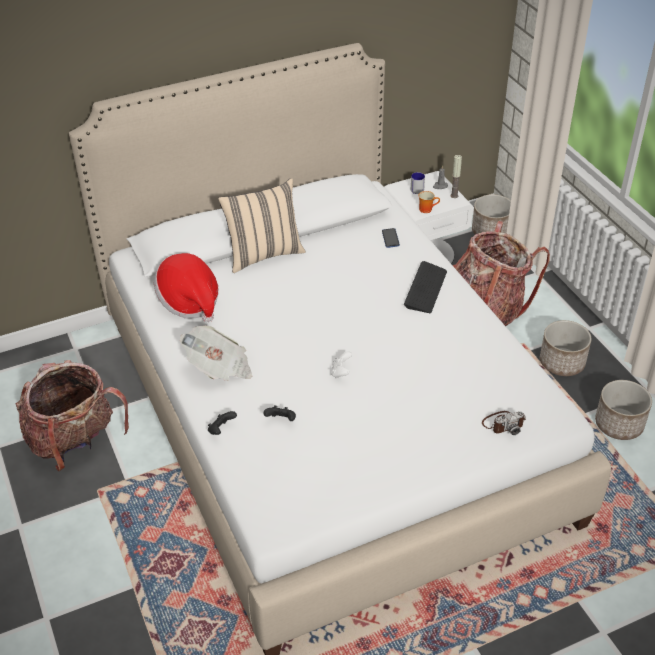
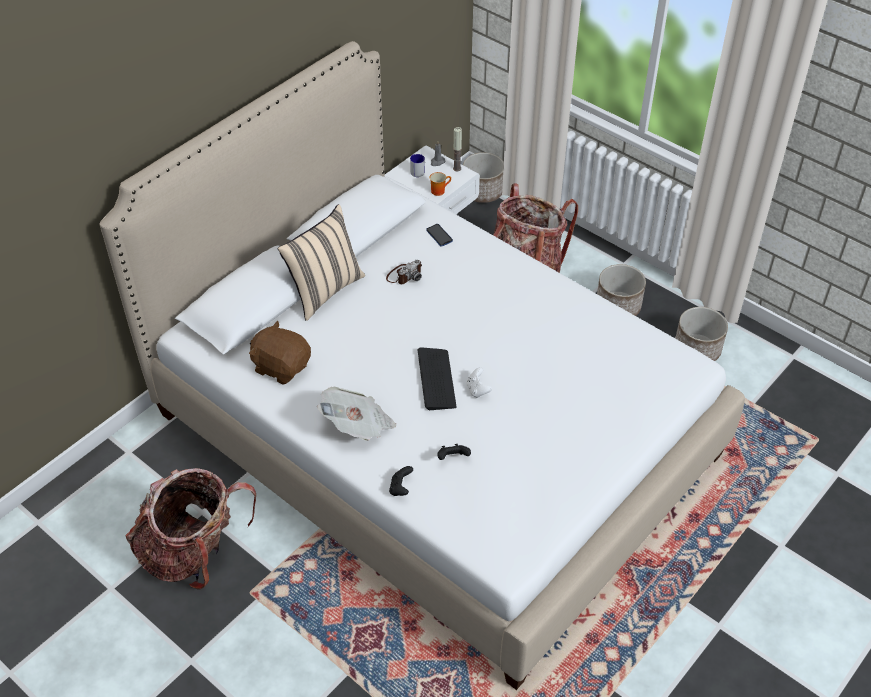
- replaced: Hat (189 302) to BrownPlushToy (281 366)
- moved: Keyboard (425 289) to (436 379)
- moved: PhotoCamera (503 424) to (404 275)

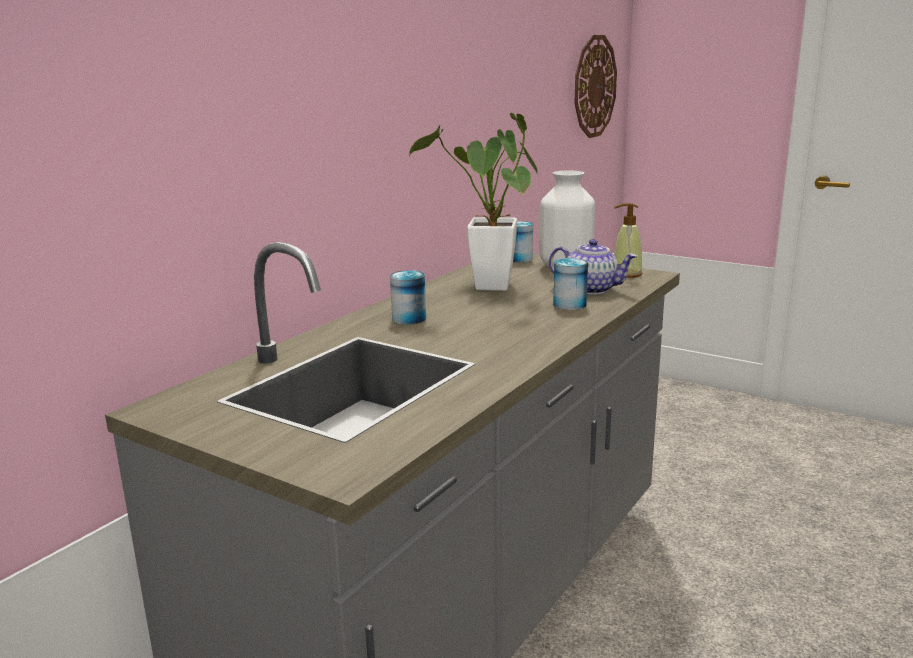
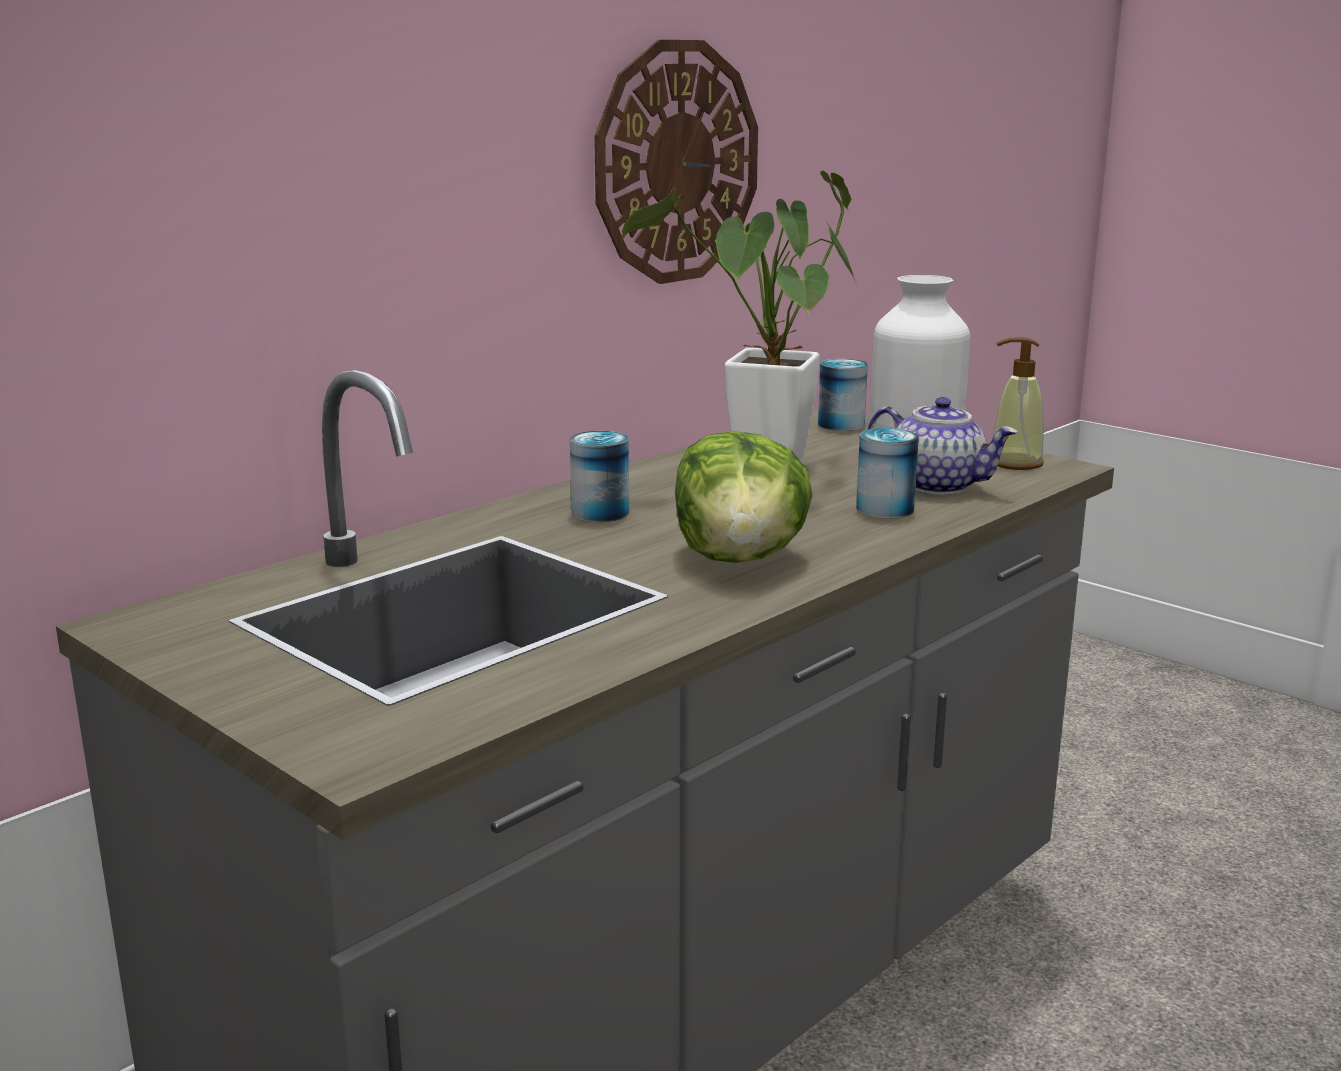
- moved: WallClock (594 86) to (676 163)
- added: Lettuce (741 559)

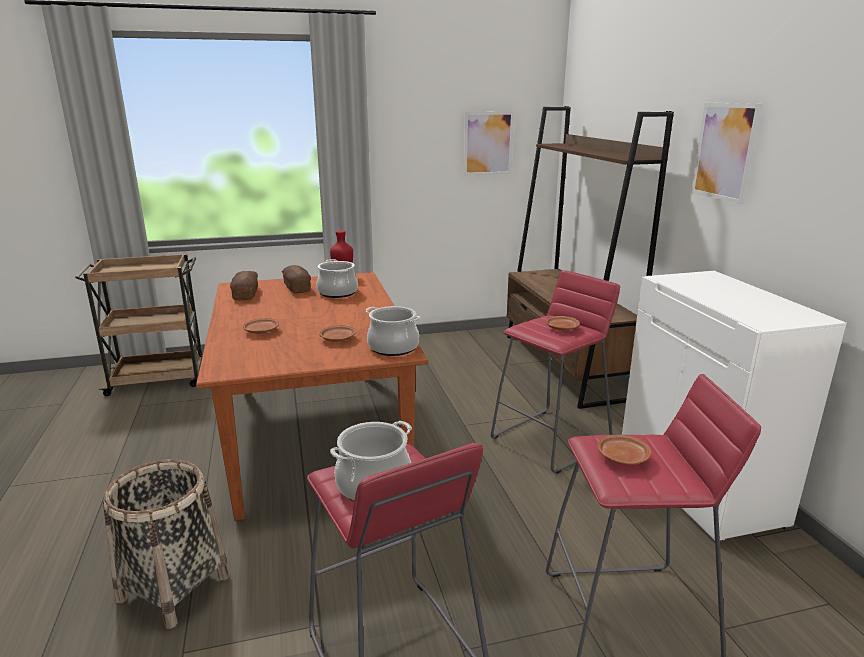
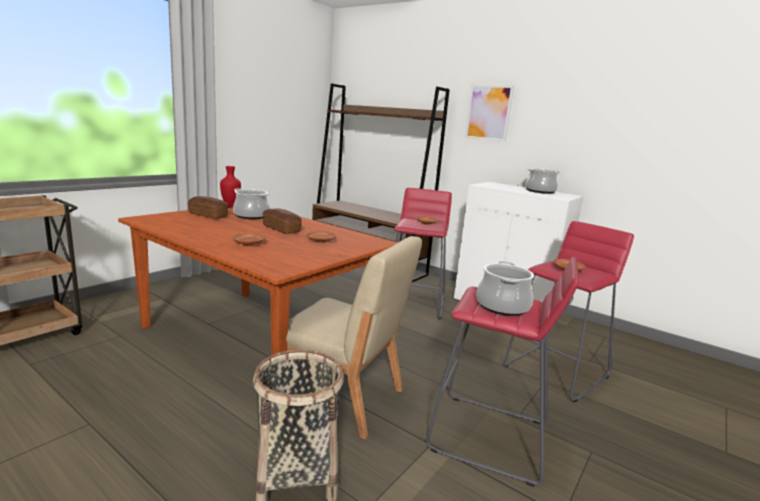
- removed: Picture (488 143)
- moved: Bread (246 294) to (281 229)
- moved: CookingPot (393 347) to (540 191)
- added: BeigeChair (341 397)

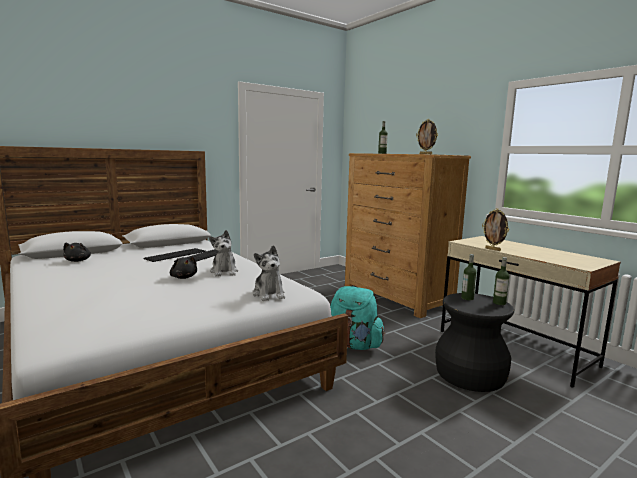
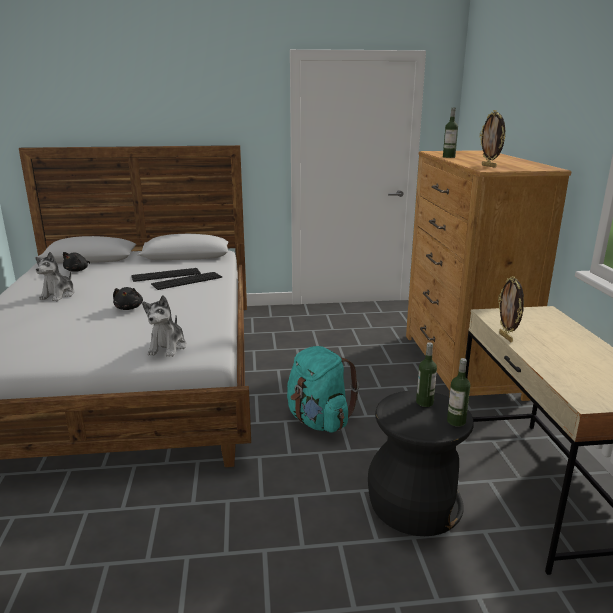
- moved: PlushToy (224 272) to (58 295)

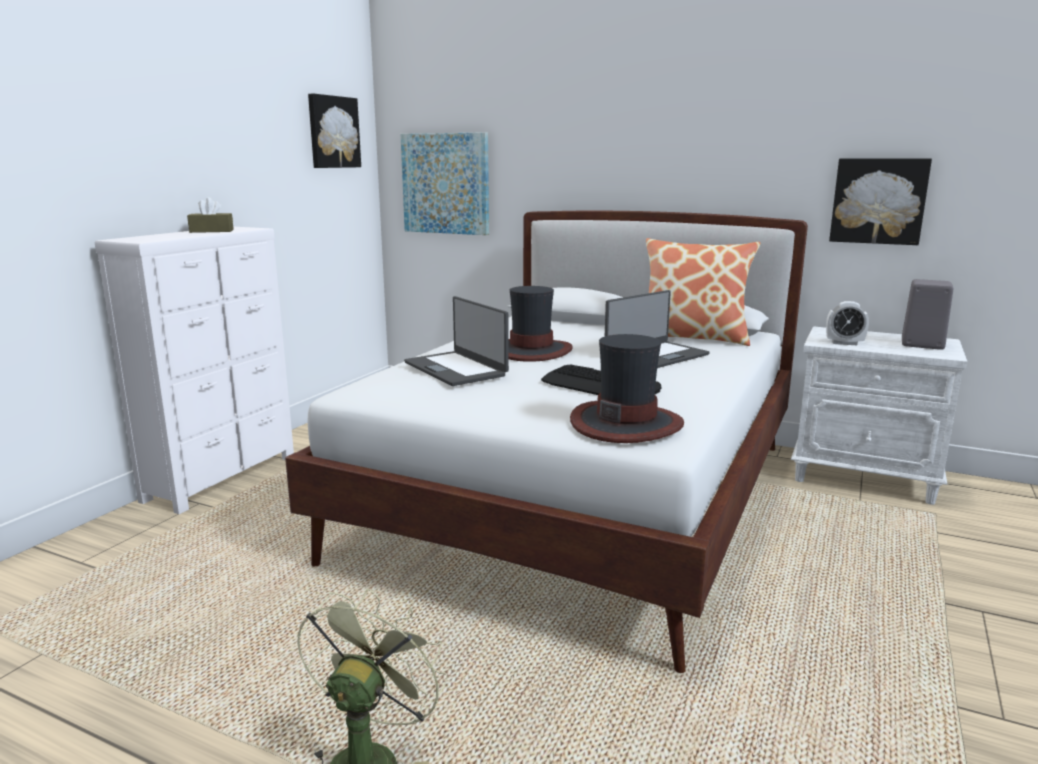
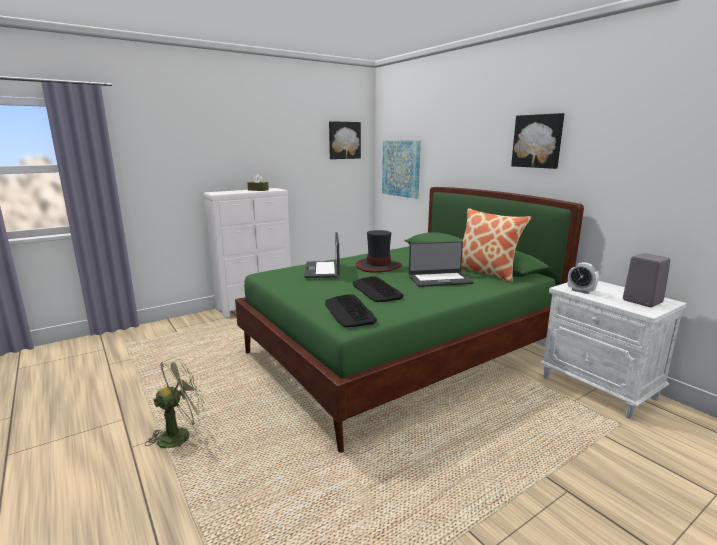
- moved: Picture (878 201) to (538 141)
- recoloured: WhiteBed (582 498) to GreenBed (399 354)
- replaced: Hat (626 423) to Keyboard (349 311)

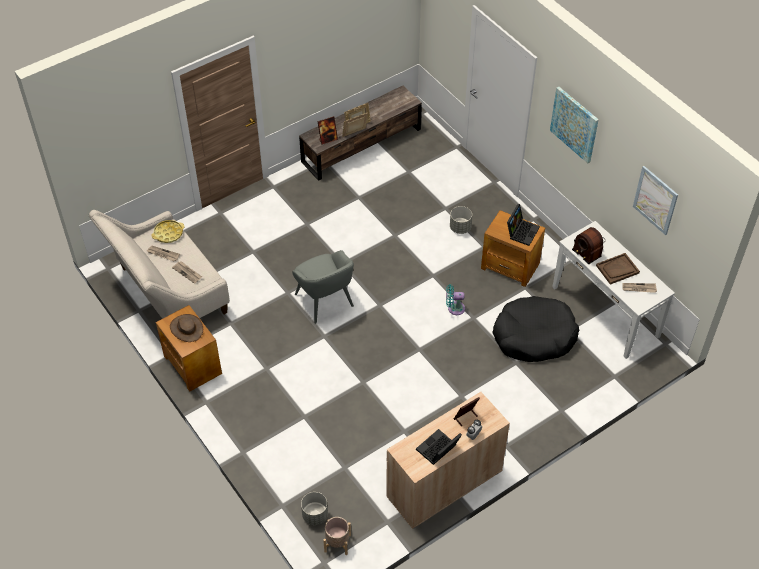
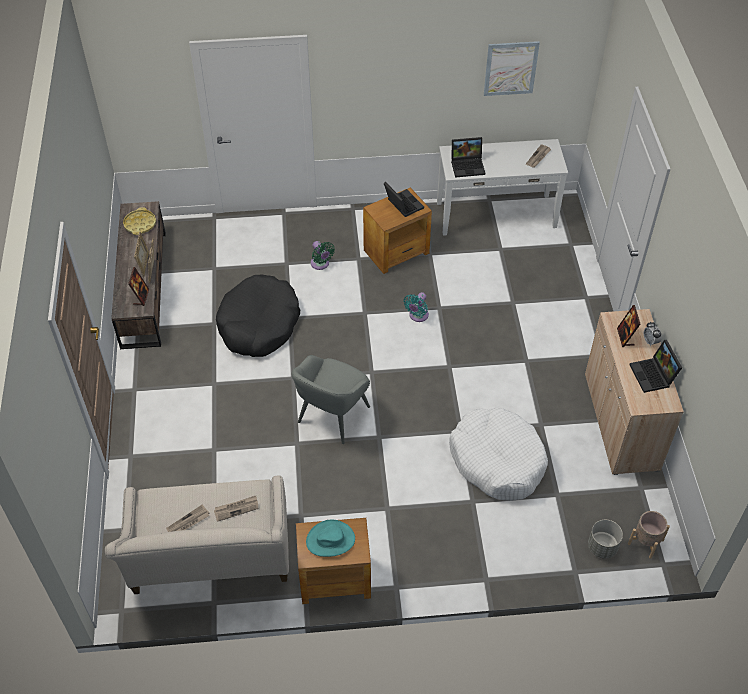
- removed: Picture (574 124)
- replaced: GreyPlanter (460 228) to GreenFan (321 264)
- moved: YellowTray (168 233) to (140 224)
- replaced: Radio (588 248) to Laptop (468 165)
- turned: GreyArmchair (324 301) = (332 415) 120 degrees clockwise
- removed: BrownTray (617 269)
- moved: BlackDogBed (534 336) to (259 324)
- recoloured: BrownHat (186 328) to TurquoiseHat (330 540)
- added: WhiteDogBed (497 460)

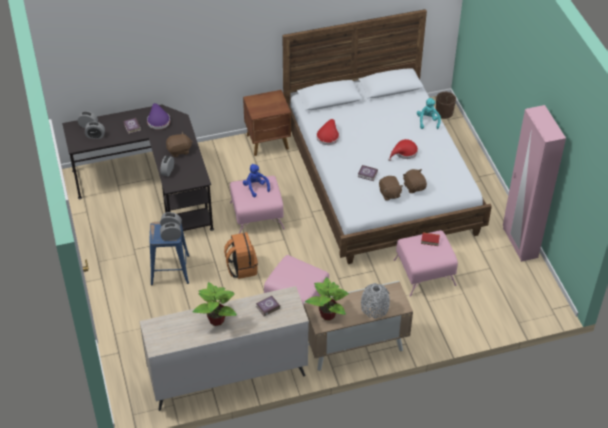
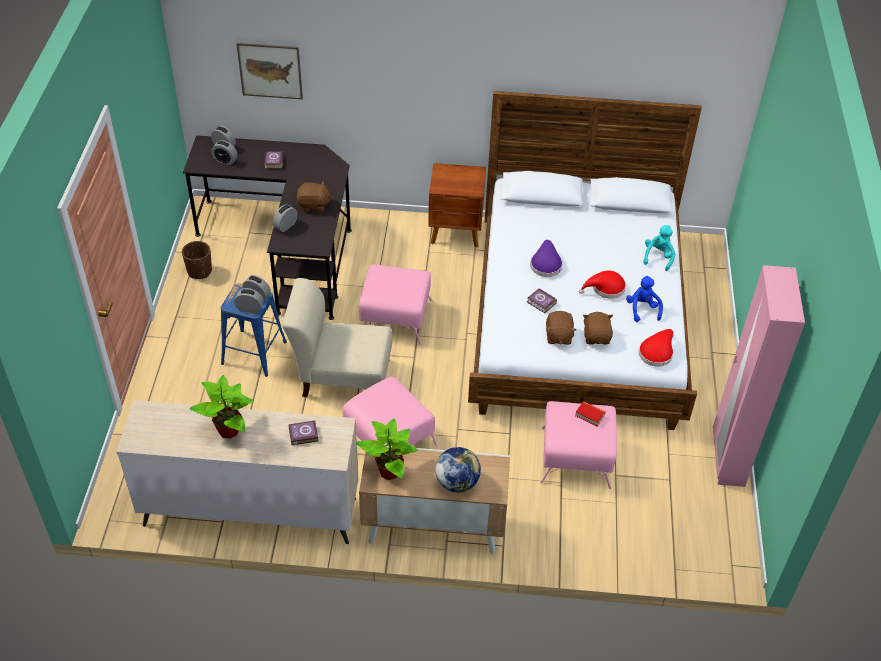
- moved: BrownPlanter (444 113) to (199 271)
- moved: PurpleHat (158 120) to (545 264)
- moved: RedHat (328 136) to (656 352)
- moved: BluePlushToy (255 187) to (642 309)
- replaced: OrangeBackpack (241 267) to BeigeChair (342 376)
- replaced: GreyVase (374 307) to Globe (457 482)
- added: Picture (270 71)

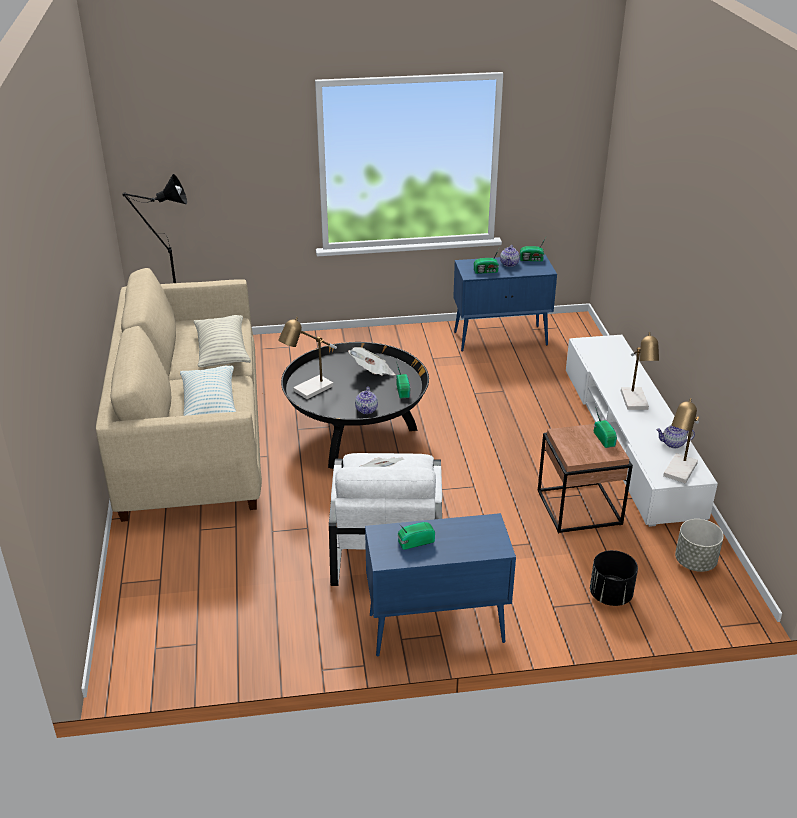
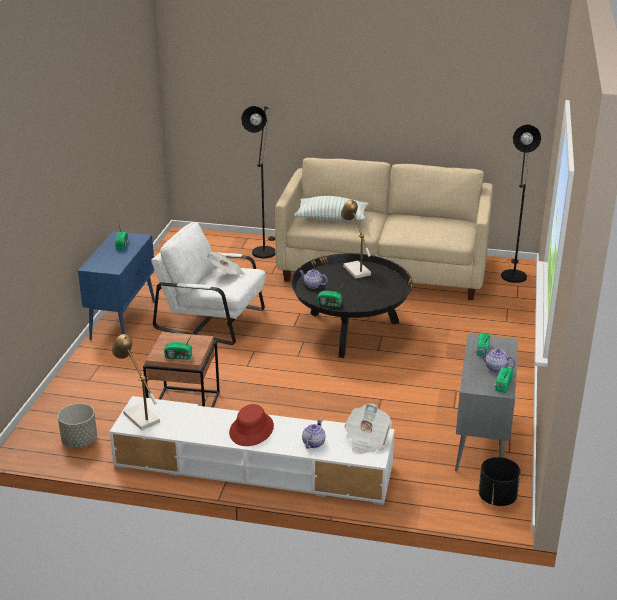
- recoloured: BlueCabinet (501 338) to GreyCabinet (481 443)
- removed: Pillow (222 352)
- replaced: TableLamp (636 403) to RedHat (251 430)
- moved: Newspaper (372 372) to (366 440)
- moved: Teapot (673 444) to (313 443)
- moved: BlackPlanter (610 595) to (496 497)
- added: BlackFloorLamp (264 250)

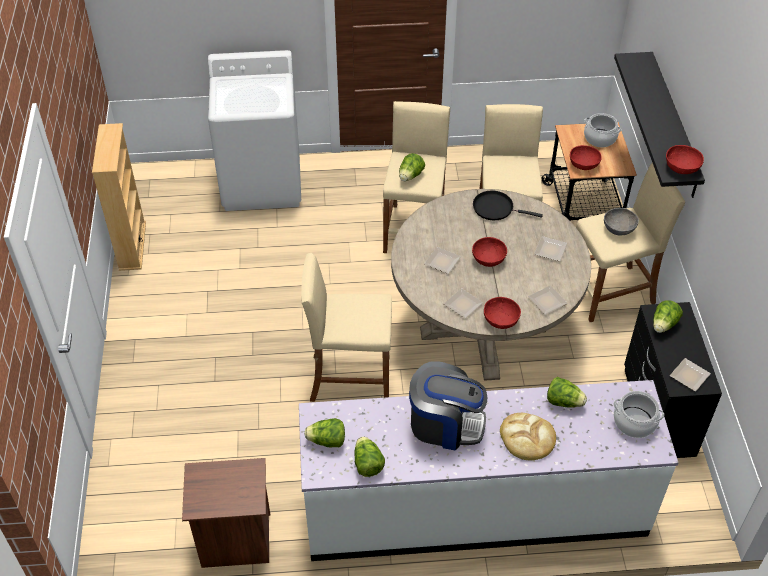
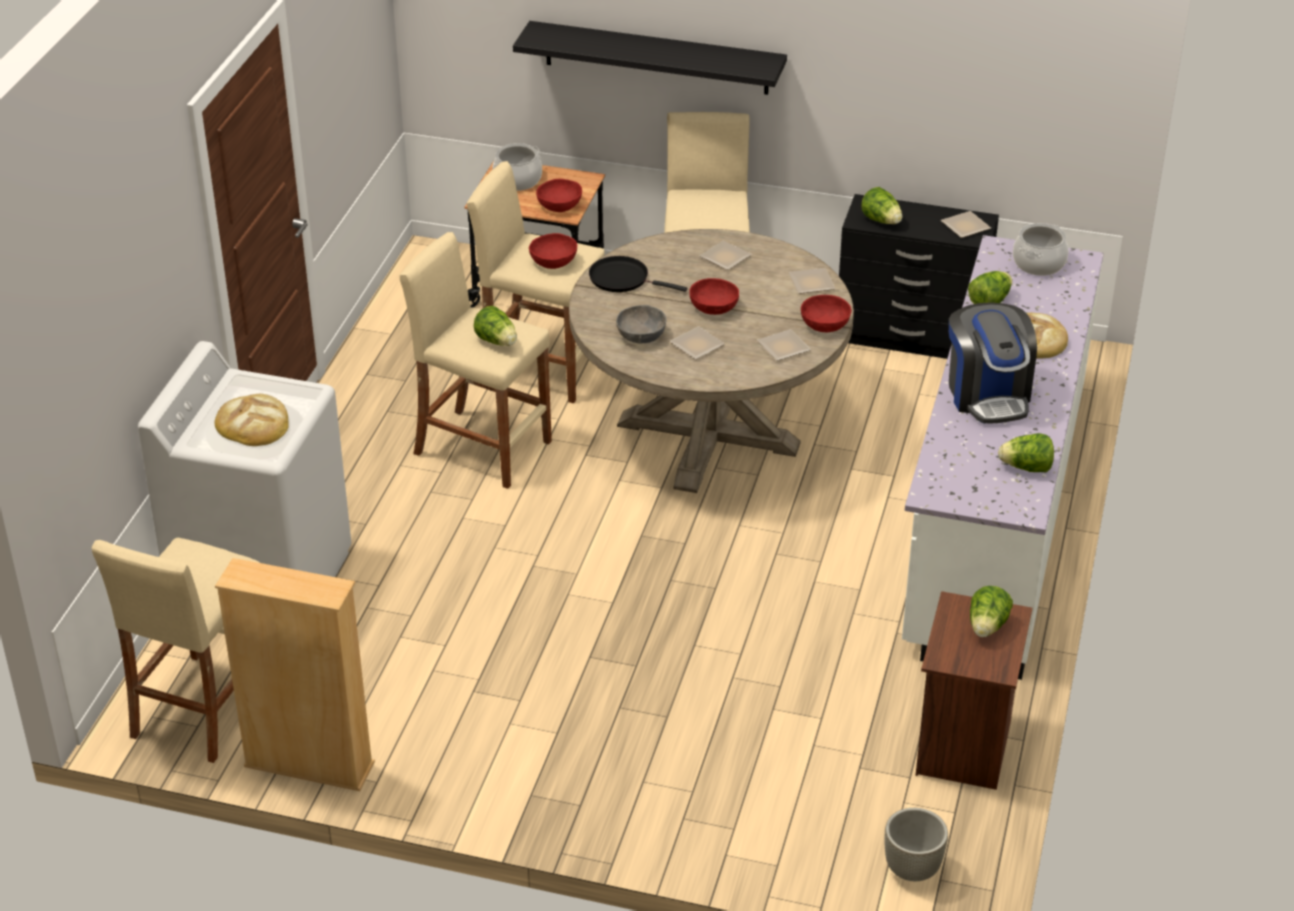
- moved: RedBowl (682 168) to (554 262)
- turned: BlackFryingPan (496 208) = (623 279) 75 degrees clockwise
- moved: GreyBowl (619 229) to (641 336)
- moved: BeigeStool (350 378) to (203 708)
- turned: CoffeeMachine (445 424) = (988 394) 135 degrees clockwise
- moved: Lettuce (327 441) to (987 627)
- added: Bread (253 424)
- added: GreyPlanter (912 869)

